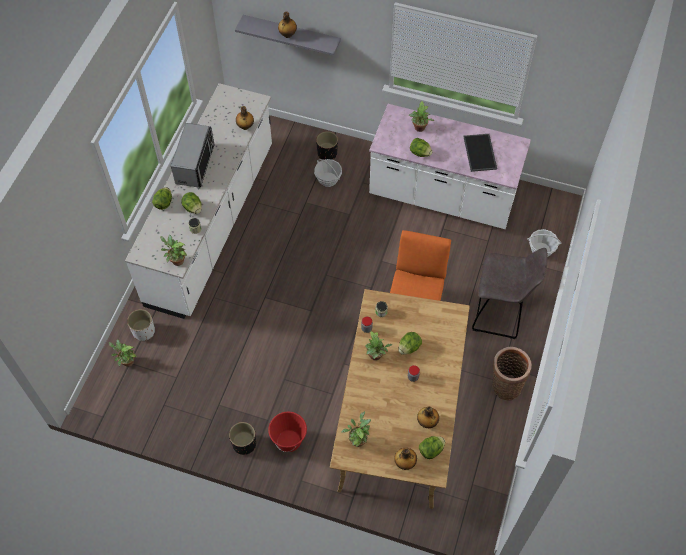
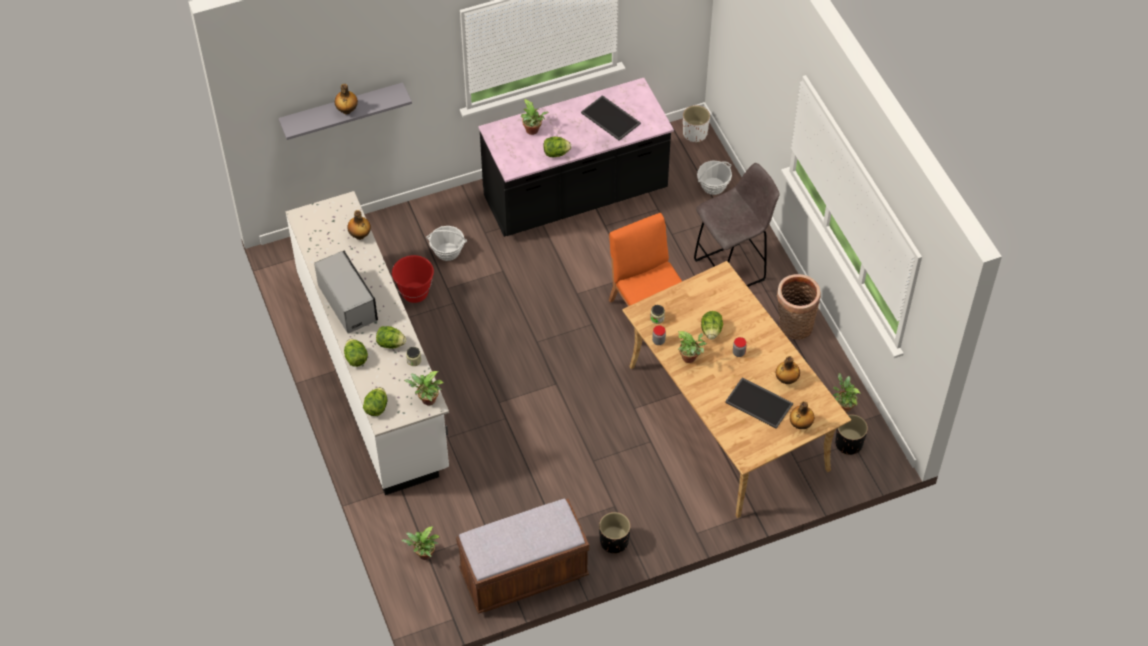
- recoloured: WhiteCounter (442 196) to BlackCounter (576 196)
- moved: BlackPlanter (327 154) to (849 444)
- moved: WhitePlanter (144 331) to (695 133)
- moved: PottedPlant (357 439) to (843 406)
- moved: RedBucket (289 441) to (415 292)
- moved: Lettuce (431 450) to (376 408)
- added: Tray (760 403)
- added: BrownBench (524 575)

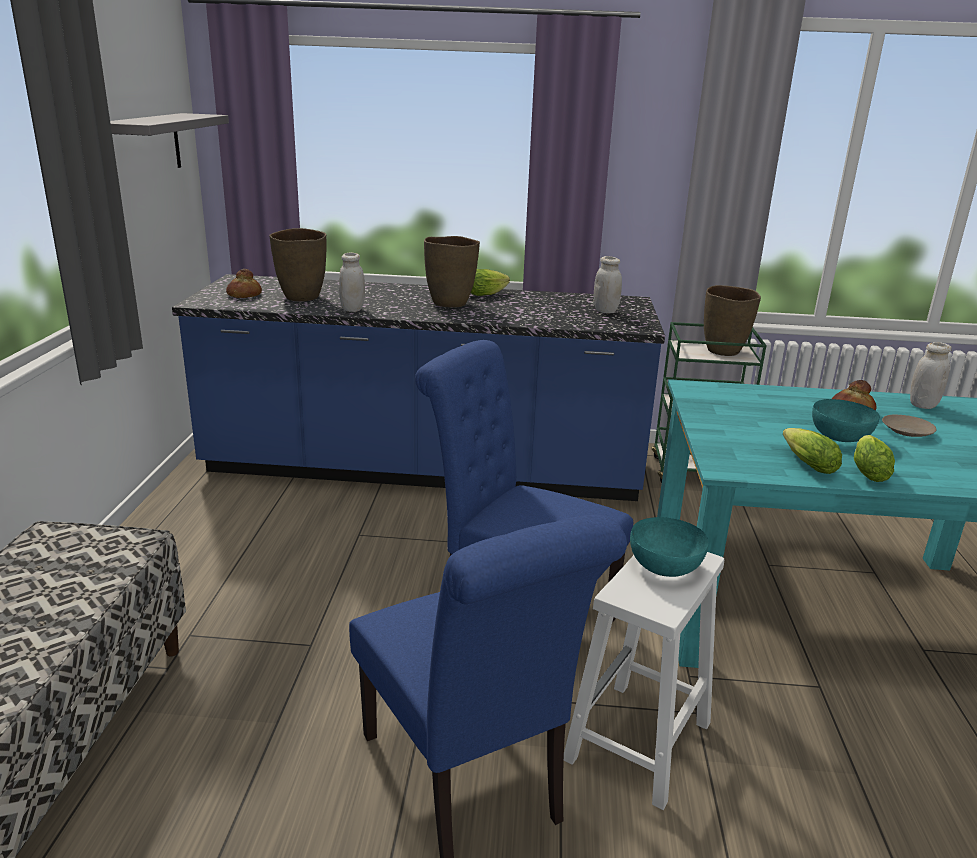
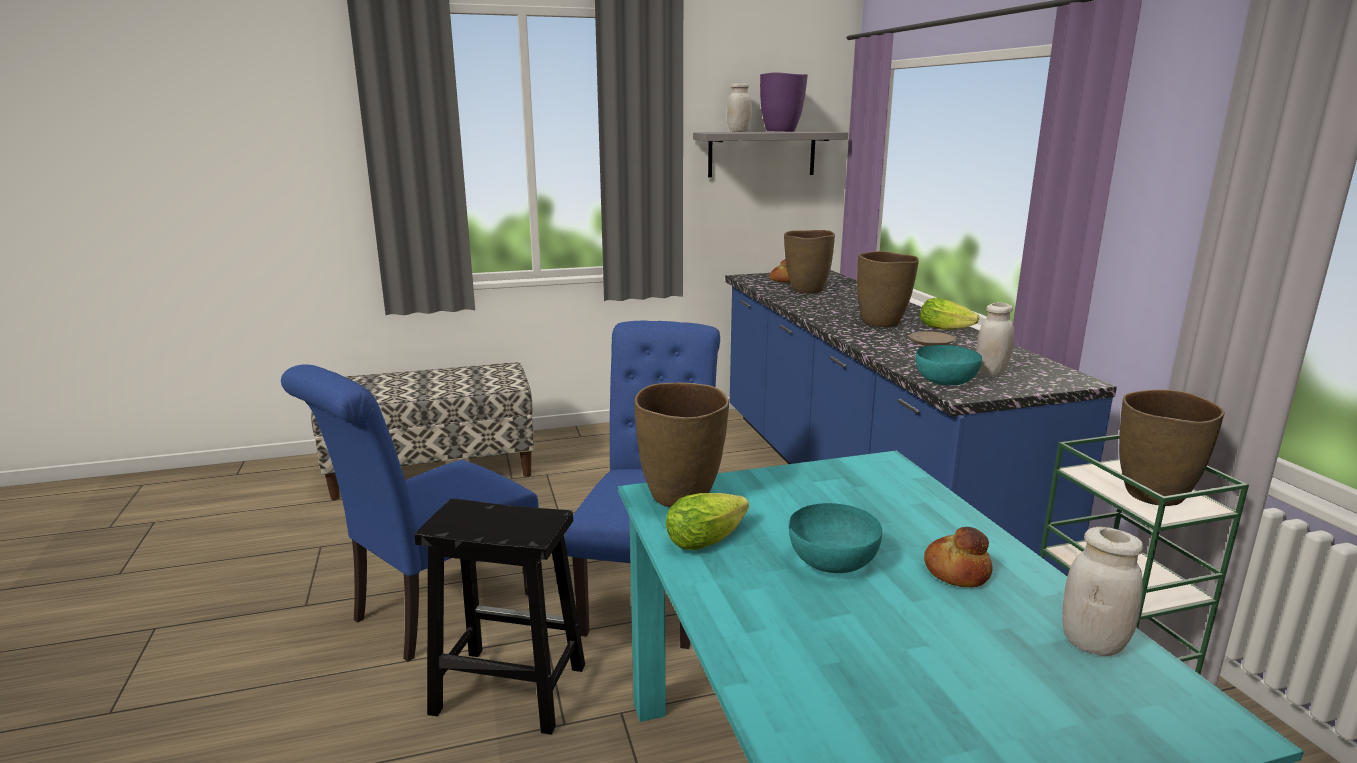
- moved: WhiteJar (352 309) to (739 132)
- moved: BeigePlate (907 431) to (930 344)
- removed: Lettuce (868 471)
- moved: TurquoiseBowl (665 565) to (946 381)
- recoloured: WhiteStool (638 743) to BlackStool (507 689)
- added: PurpleVase (781 131)
- added: BrownVase (681 497)

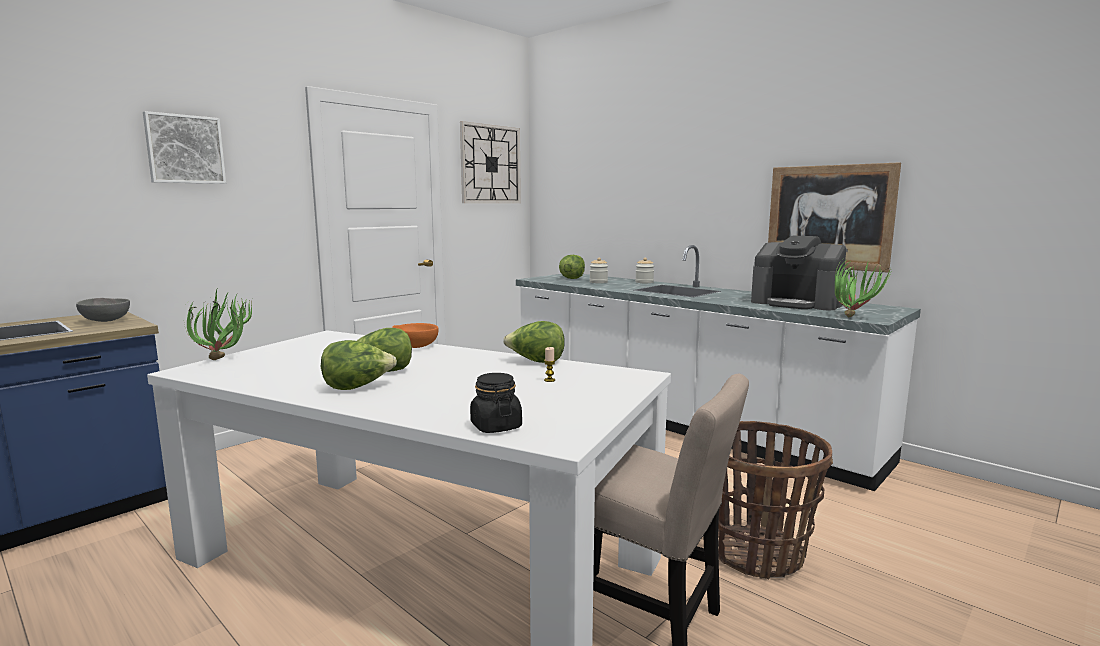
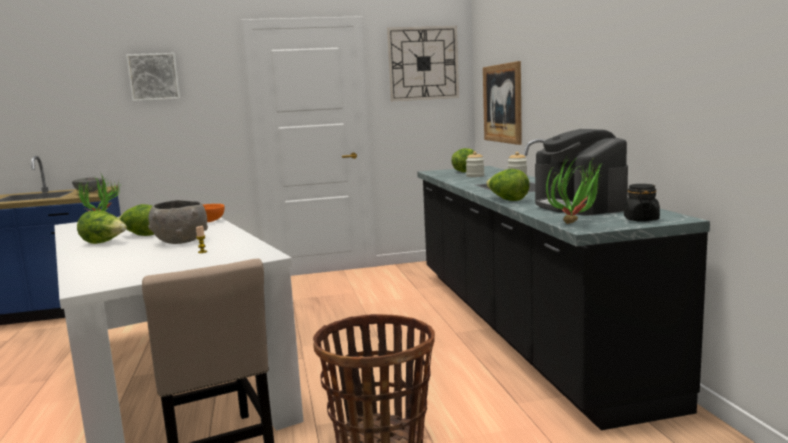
- moved: Picture (829 217) to (502 103)
- recoloured: WhiteCounter (679 422) to BlackCounter (519 326)
- moved: Lettuce (536 362) to (507 200)
- moved: BlackJar (495 426) to (640 219)
- added: GreyBowl (181 241)

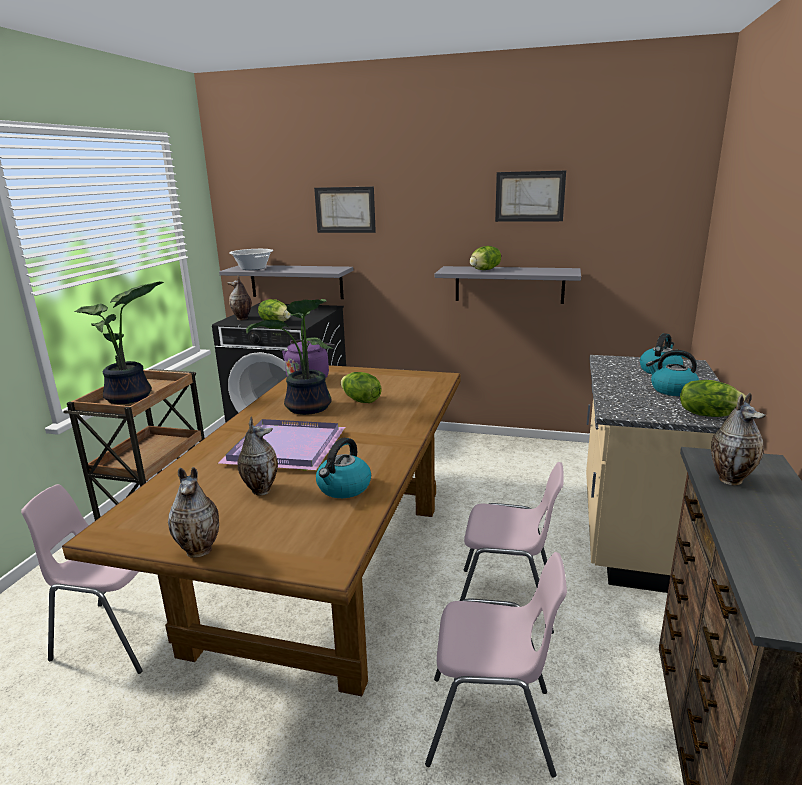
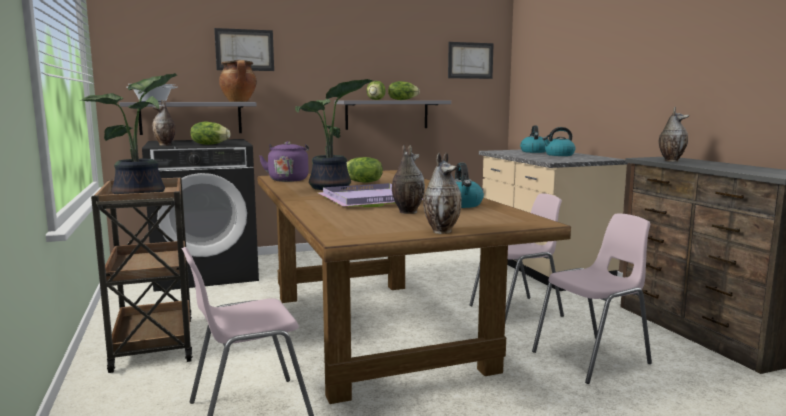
- moved: Picture (529 196) to (470 60)
- moved: Lettuce (708 414) to (402 100)
- added: CookingPot (239 101)

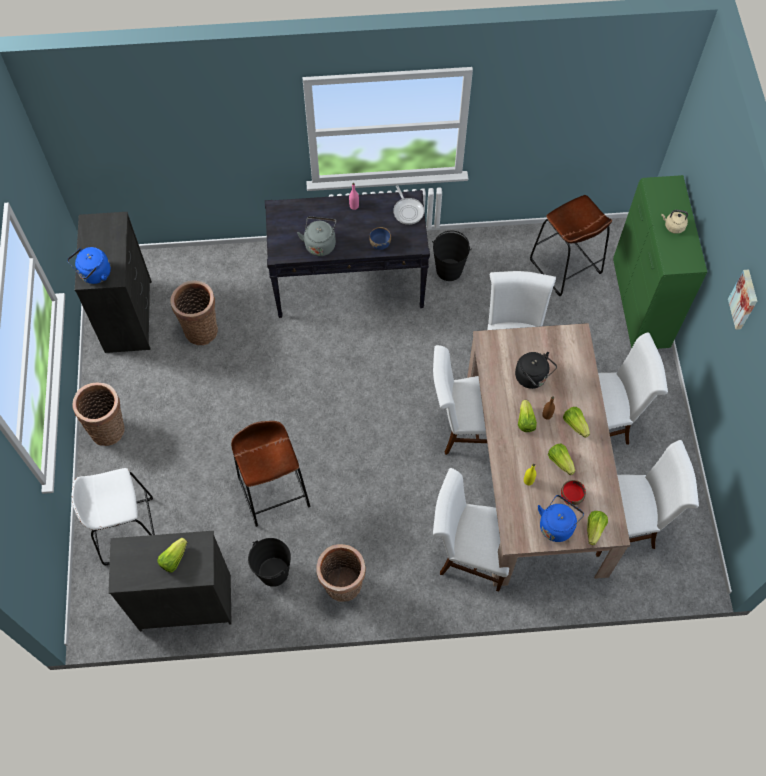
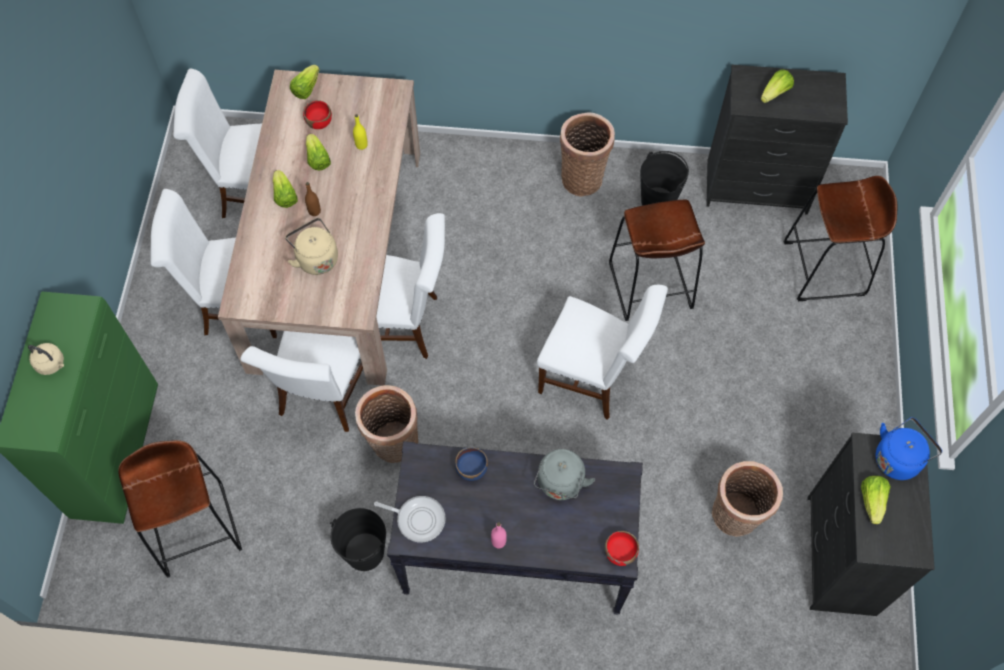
- turned: FryingPan (408 211) = (418 519) 120 degrees clockwise
- removed: Picture (744 299)
- recoloured: BlackKettle (532 377) to BeigeKettle (316 258)
- moved: Basket (109 428) to (392 444)
- moved: Lettuce (525 421) to (872 501)
- recoloured: WhiteStool (128 531) to BrownStool (824 269)
- moved: WhiteChair (470 553) to (593 377)
- removed: BlueKettle (557 525)
- added: RedBowl (620 552)

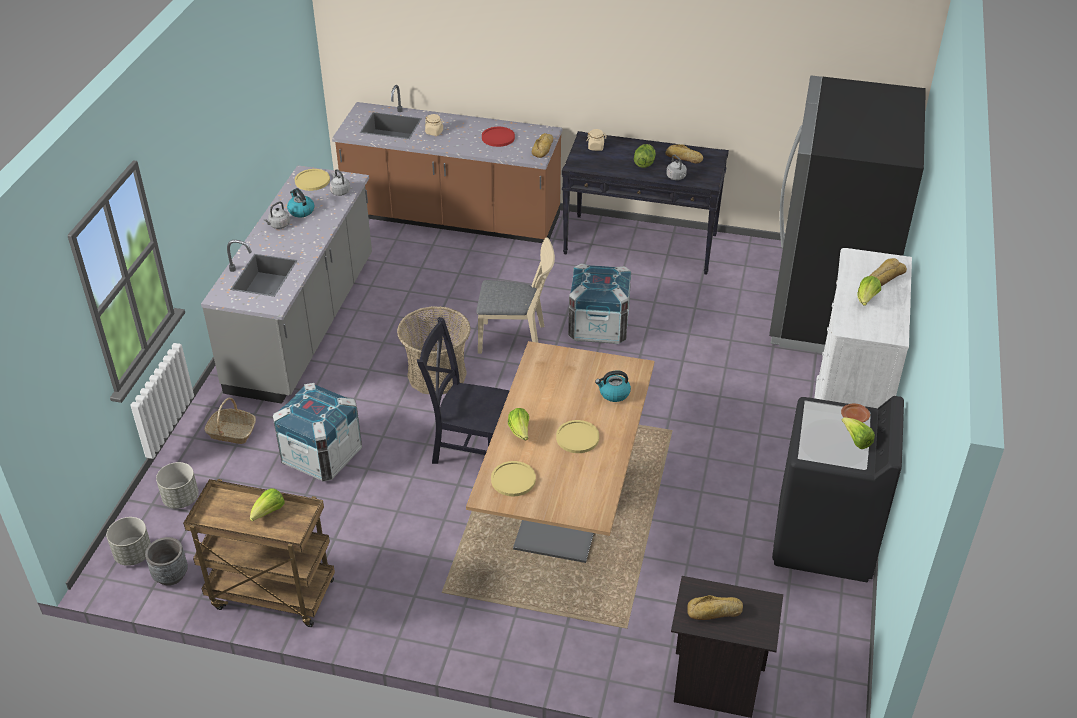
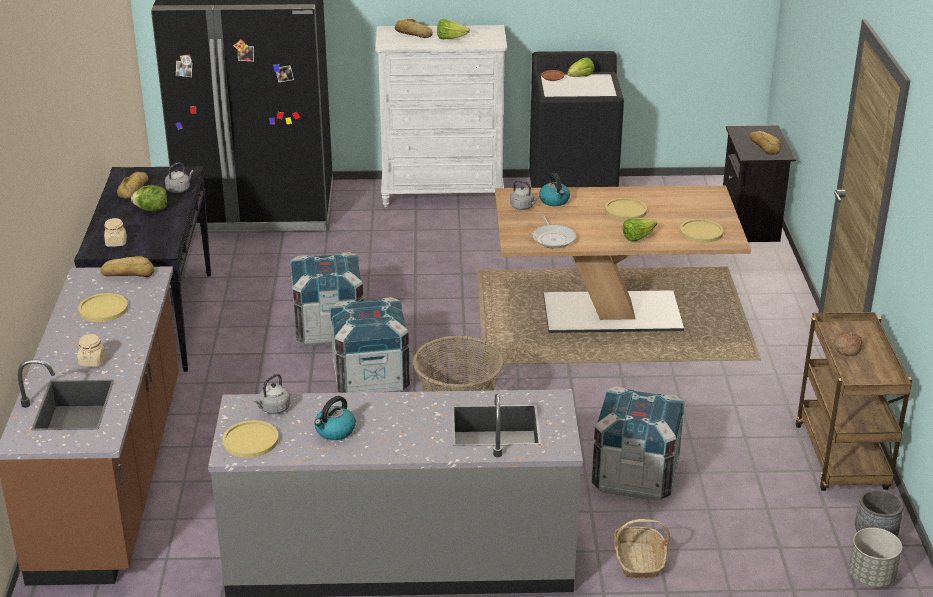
- recoloured: RedPlate (498 137) to YellowPlate (103 309)
- moved: GreyKettle (278 225) to (523 207)
- replaced: BeigeChair (517 339) to Crate (371 378)
- removed: BlackChair (468 447)
- removed: GreyPlanter (180 498)
- replaced: Lettuce (269 512) to Bread (846 348)
- added: FryingPan (553 238)

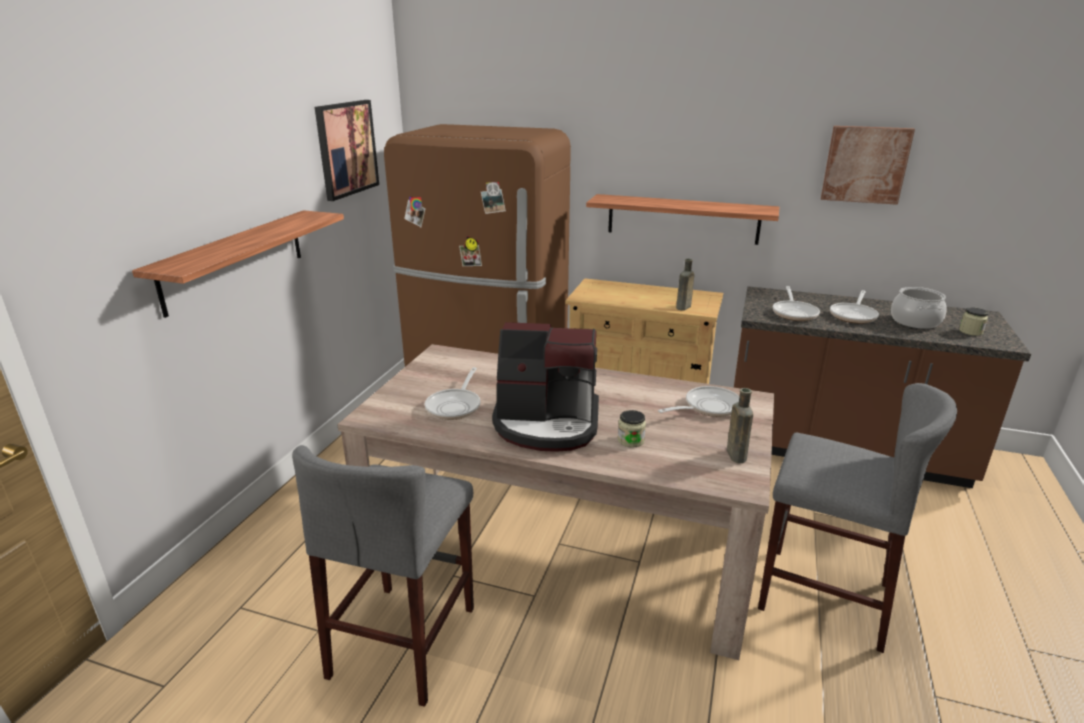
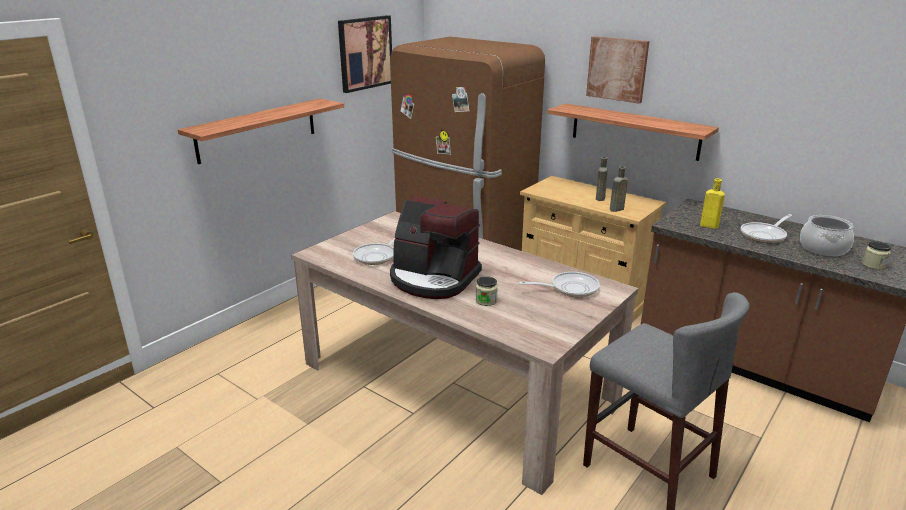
- moved: Picture (865 164) to (617 69)
- replaced: FryingPan (794 313) to YellowBottle (707 225)
- moved: BrownBottle (735 454) to (600 198)
- removed: GreyStool (404 641)

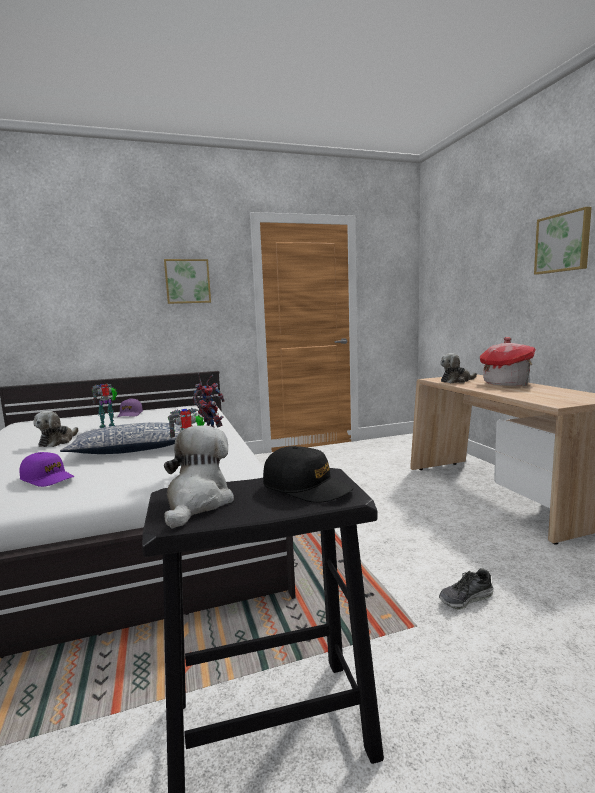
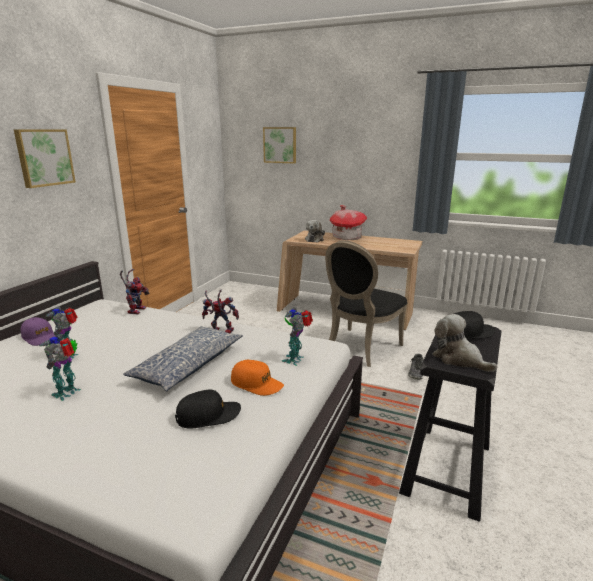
- moved: Picture (563 243) to (280 145)
- replaced: PlushToy (57 441) to ToyRobot (68 393)
- recoloured: PurpleCap (47 478) to BlackCap (208 415)
- added: BlackChair (360 348)
- added: OrangeCap (256 384)

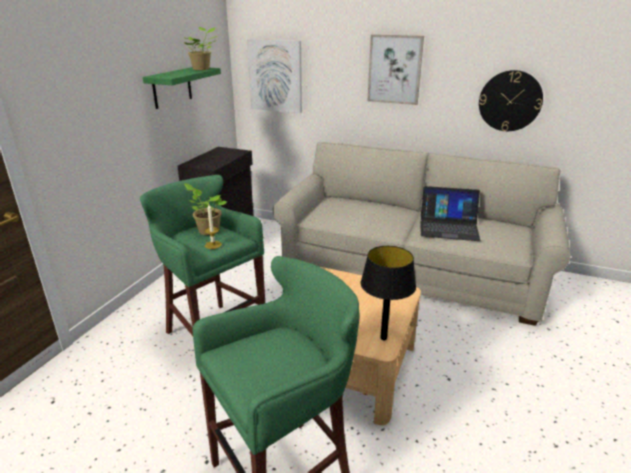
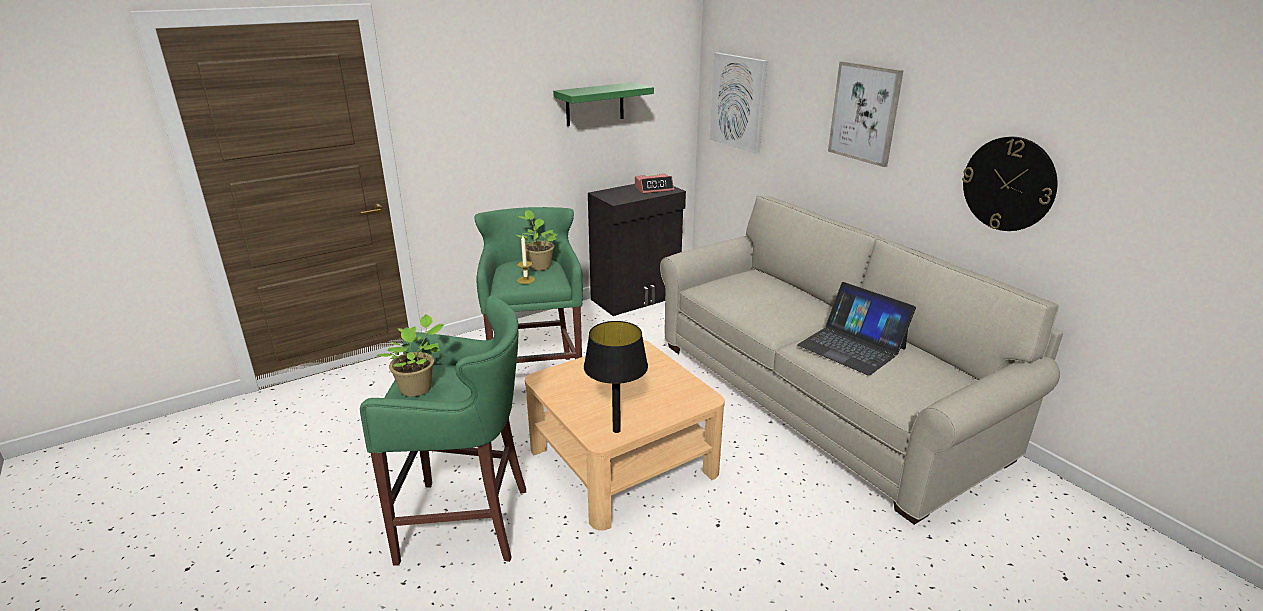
- moved: PottedPlant (202 69) to (418 388)
- added: AlarmClock (654 188)

